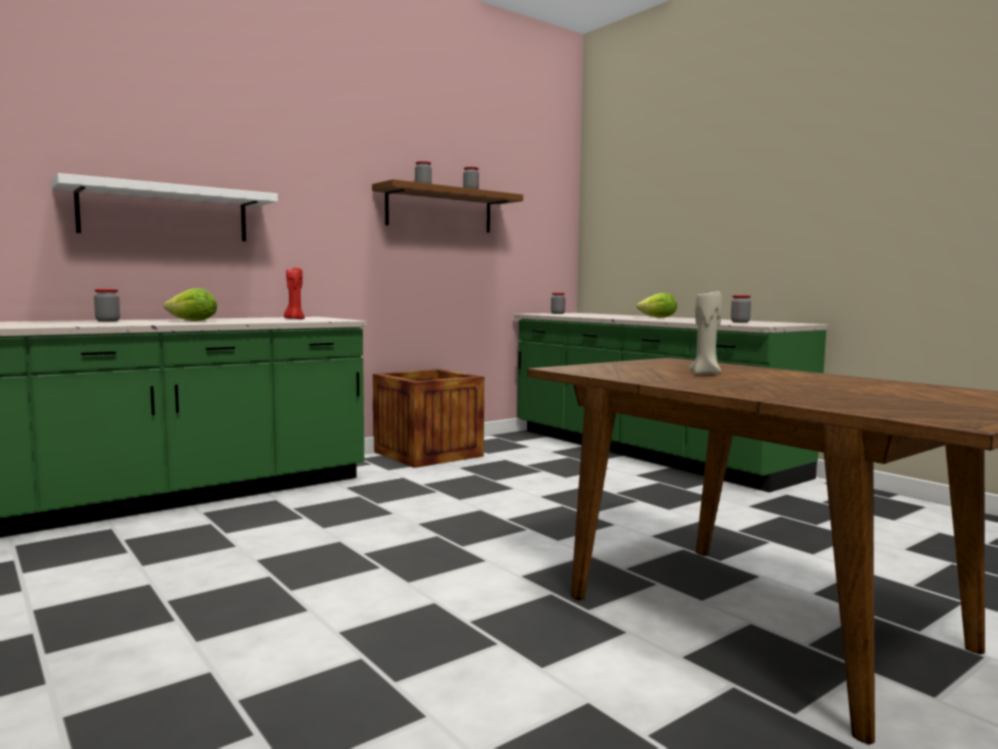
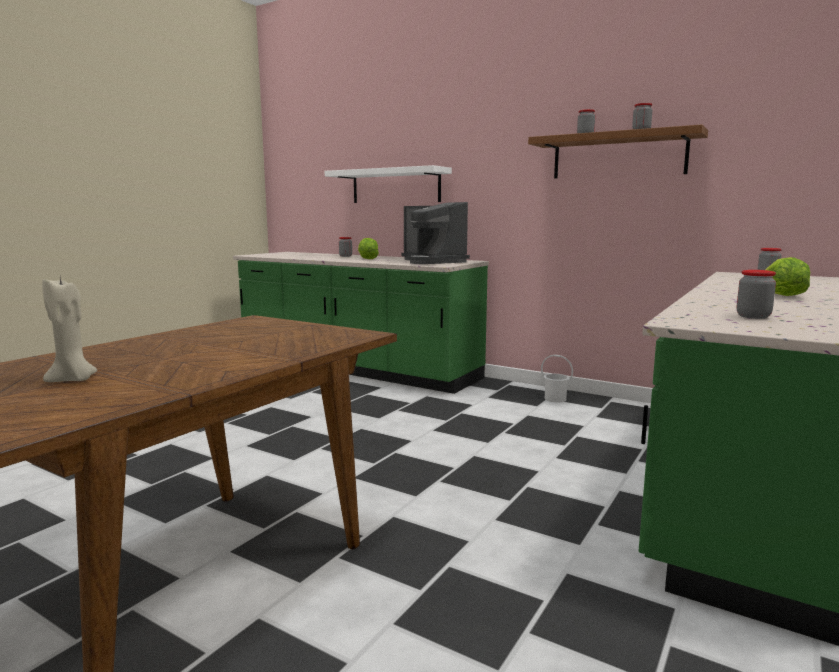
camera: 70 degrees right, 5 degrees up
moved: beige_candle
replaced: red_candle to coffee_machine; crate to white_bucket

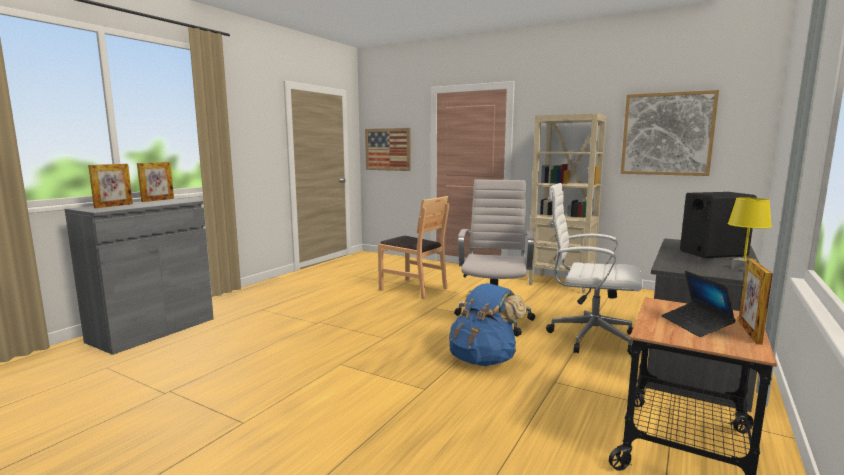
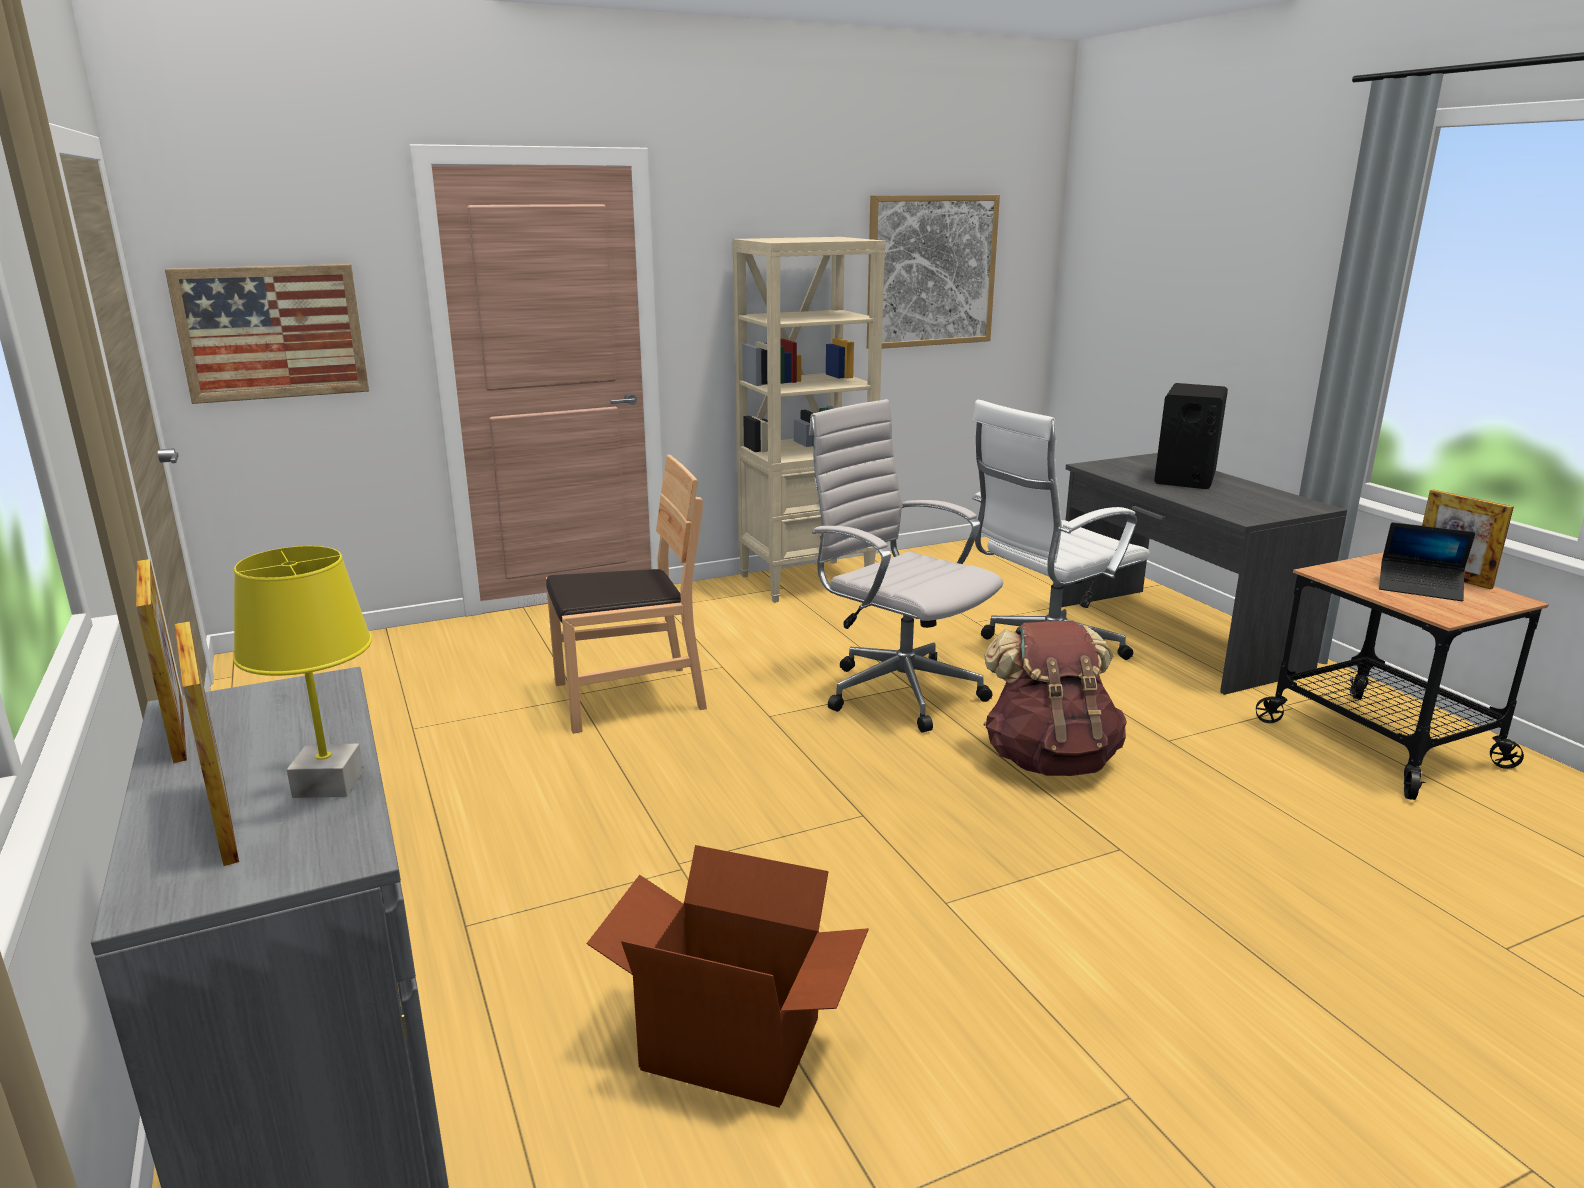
camera: 55 degrees left, 10 degrees up
added: cardboard_box
moved: yellow_table_lamp
recoloured: blue_backpack to brown_backpack

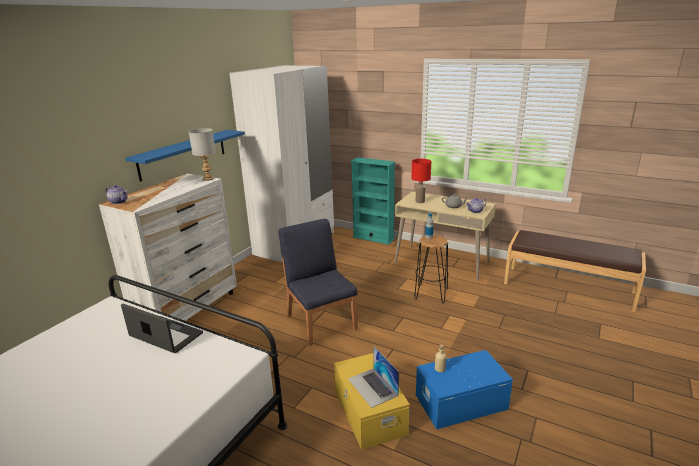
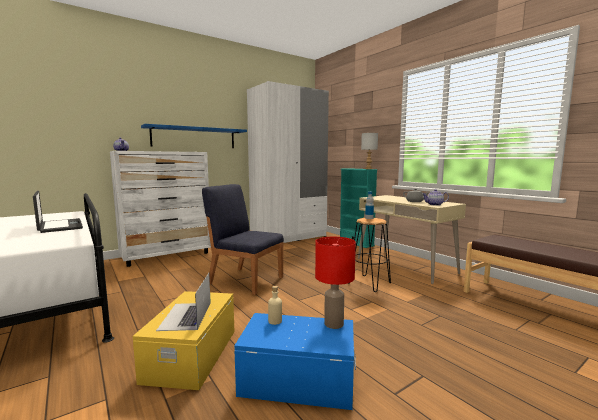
camera: 25 degrees right, 15 degrees down
moved: grey_table_lamp; red_table_lamp
turned: blue_chair 60 degrees counterclockwise

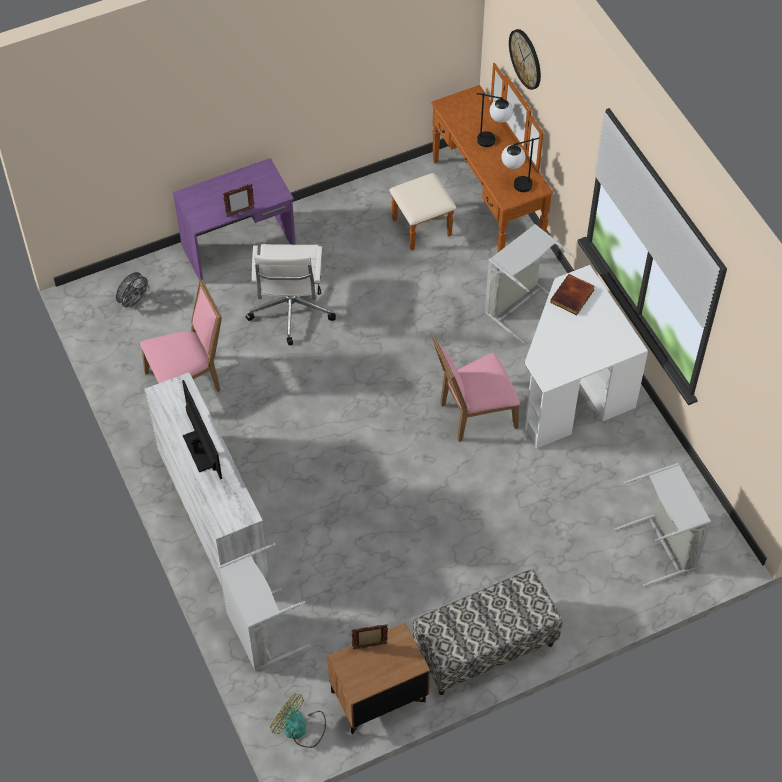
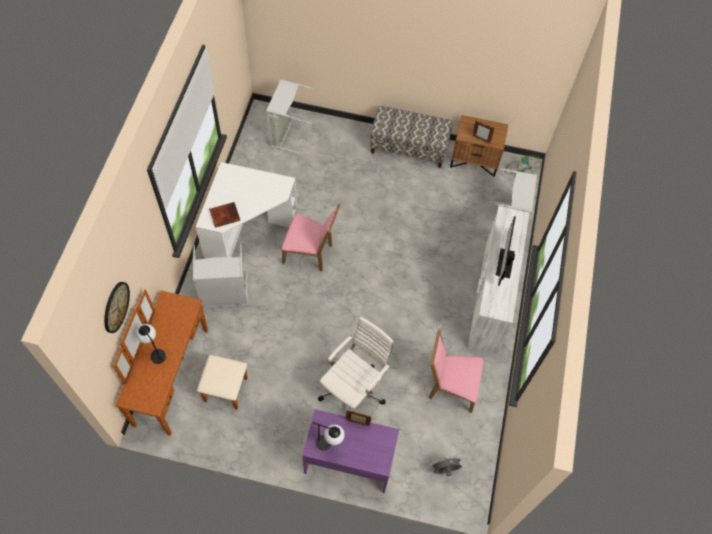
camera: 145 degrees left, 5 degrees up
moved: table_lamp (2nd from left)

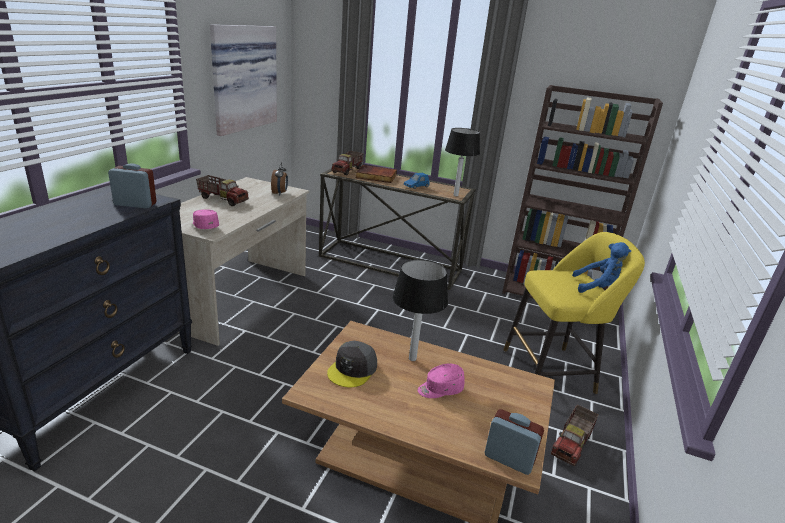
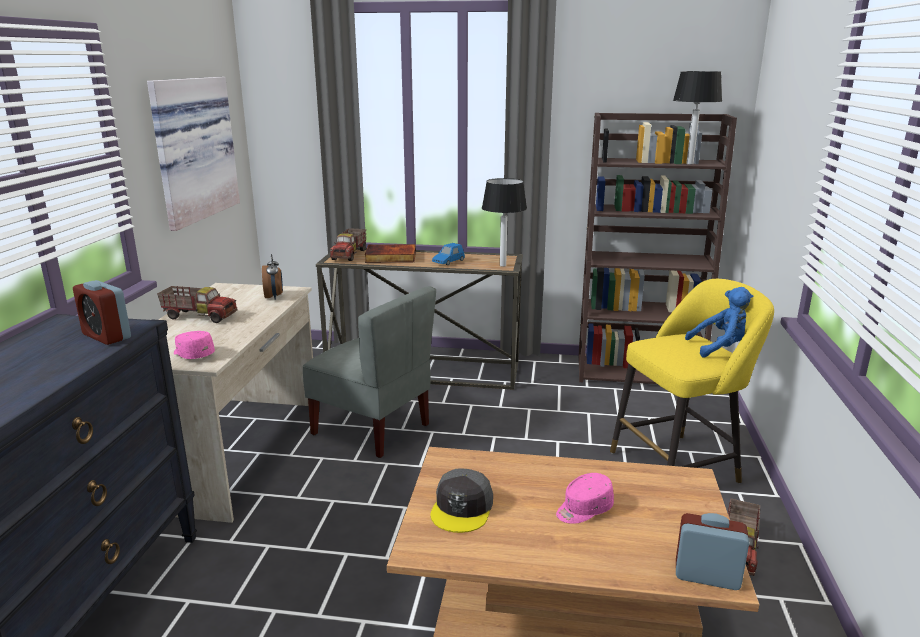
camera: 10 degrees left, 5 degrees down
added: grey_chair
moved: table_lamp (1st from left in the first image) to table_lamp (2nd from left)
turned: alarm_clock (1st from left) 135 degrees counterclockwise

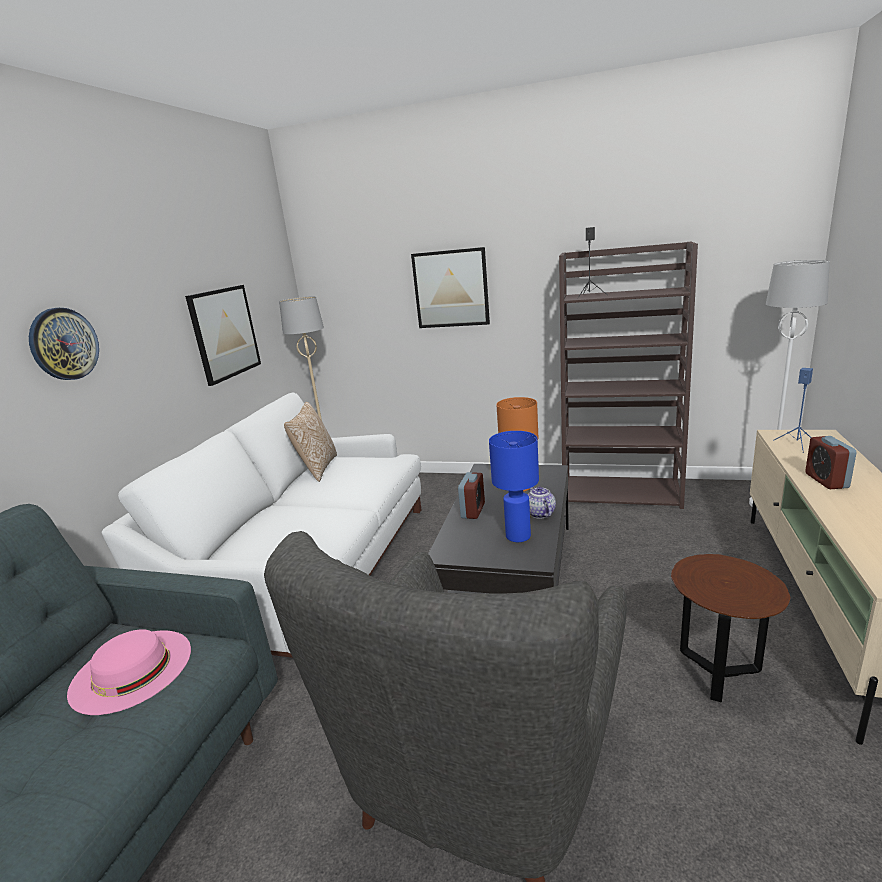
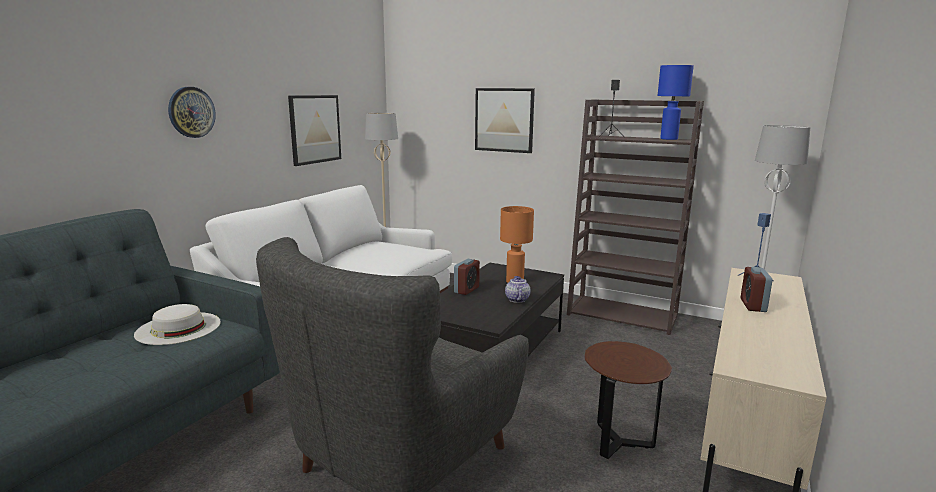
camera: 10 degrees right, 5 degrees down
removed: pillow
moved: blue_table_lamp
recoloured: pink_hat to white_hat

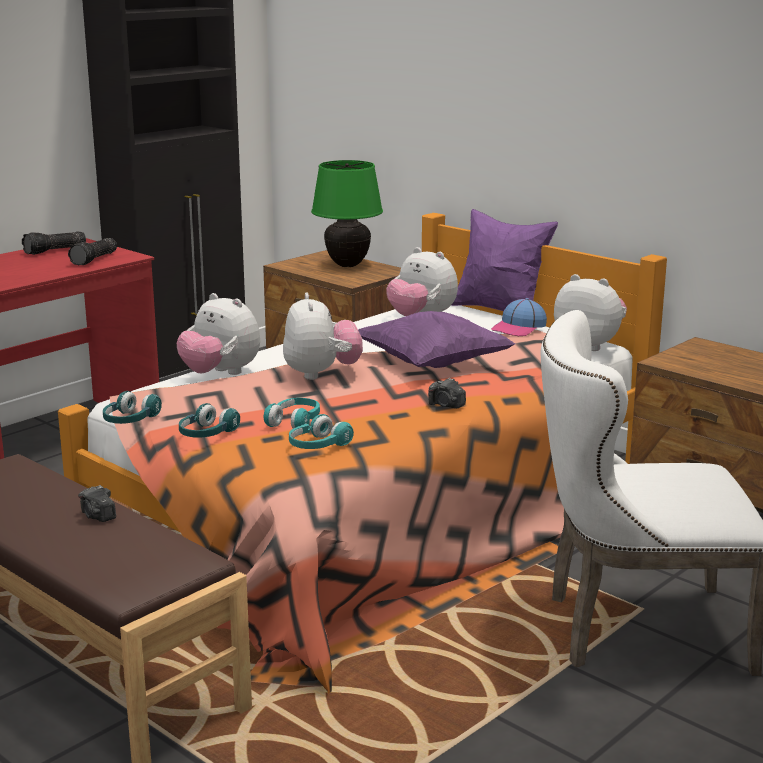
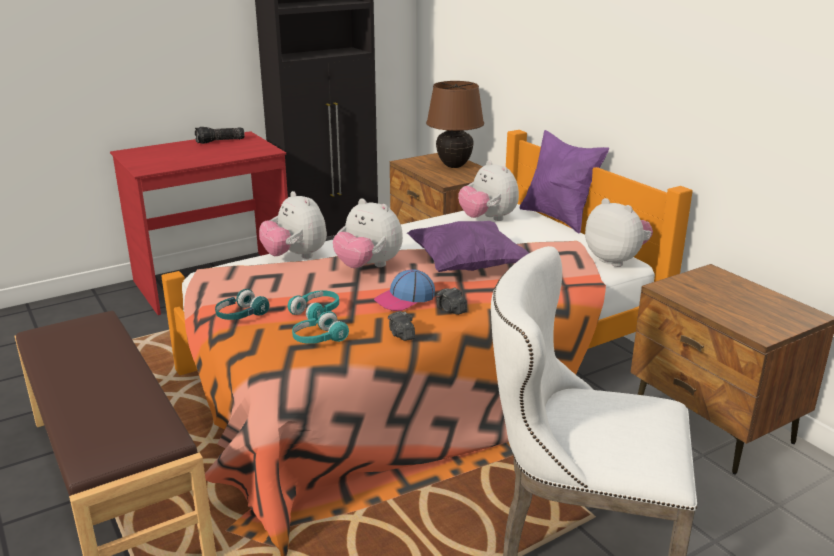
camera: 15 degrees right, 5 degrees up
removed: flashlight (2nd from left); turquoise_headphones (1st from left)
moved: cap; photo_camera (1st from left)
recoloured: green_table_lamp to brown_table_lamp
turned: plush_toy (2nd from left) 120 degrees clockwise

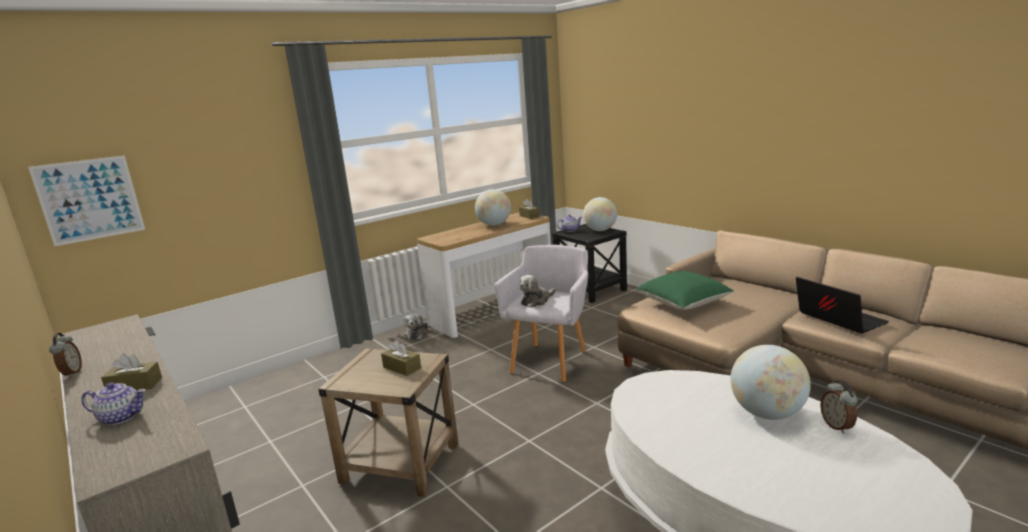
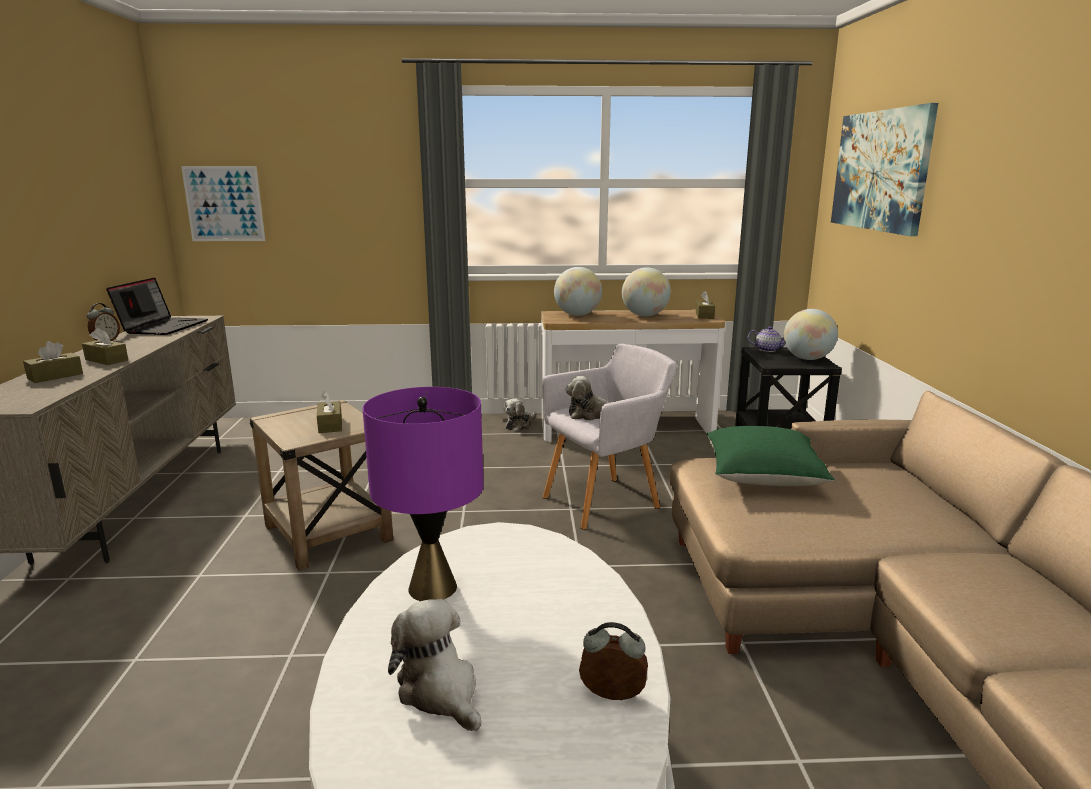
camera: 35 degrees right, 0 degrees up
added: picture (2nd from left); purple_table_lamp; plush_toy (1st from left)
moved: laptop; globe (3rd from left in the first image) to globe (1st from left)
replaced: teapot (1st from left) to brown_tissue_box (1st from left)
turned: alarm_clock (2nd from left) 75 degrees clockwise

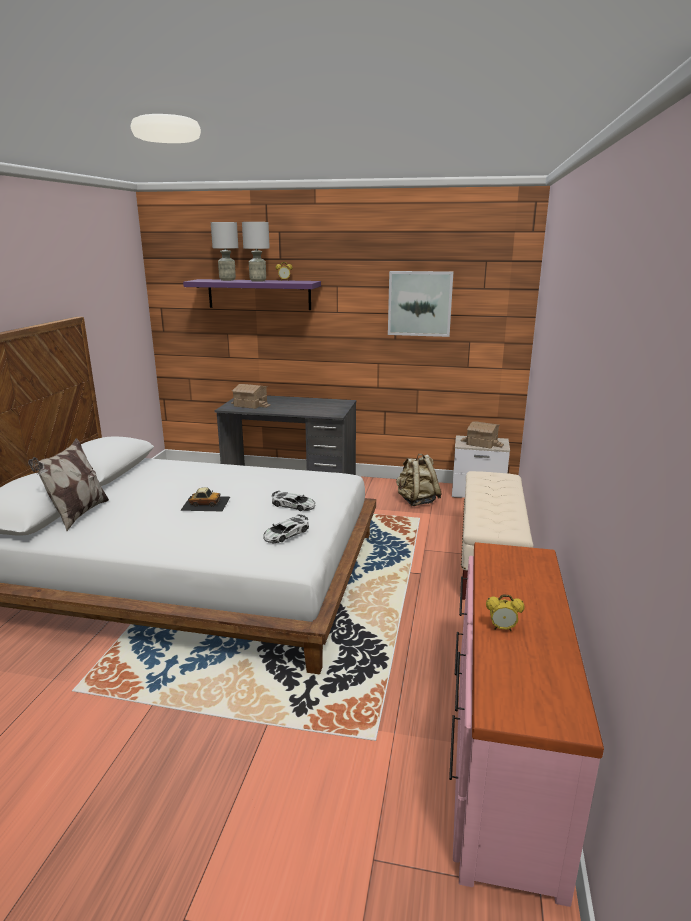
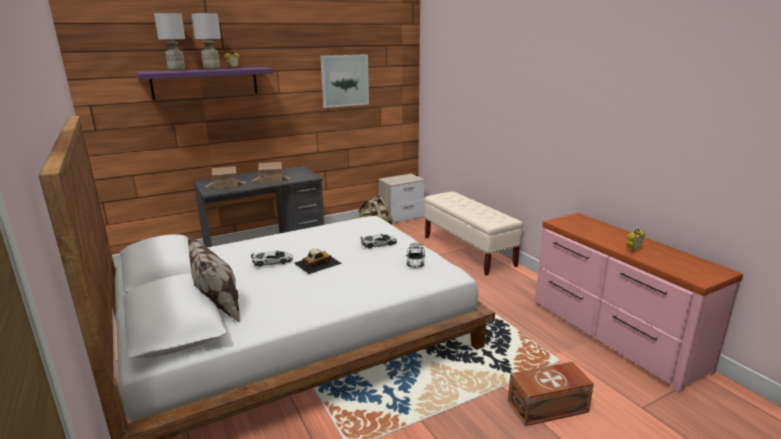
camera: 40 degrees left, 0 degrees up
added: toy_car (1st from left); brown_storage_box
moved: toy_house (2nd from left)

